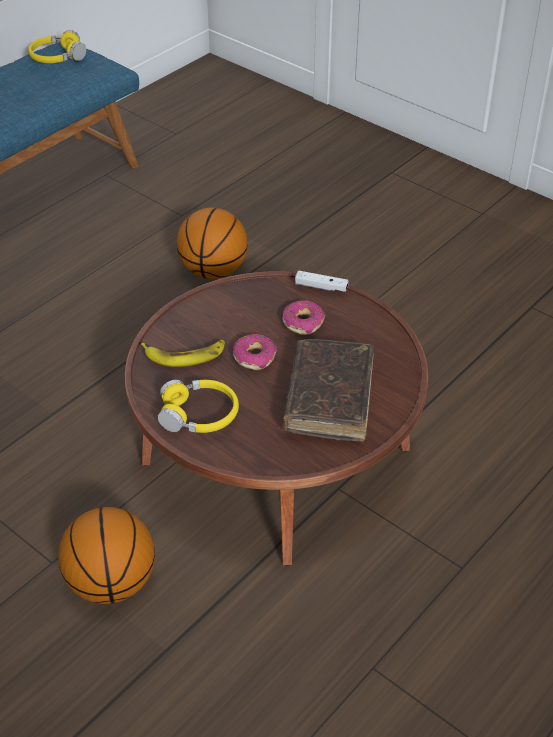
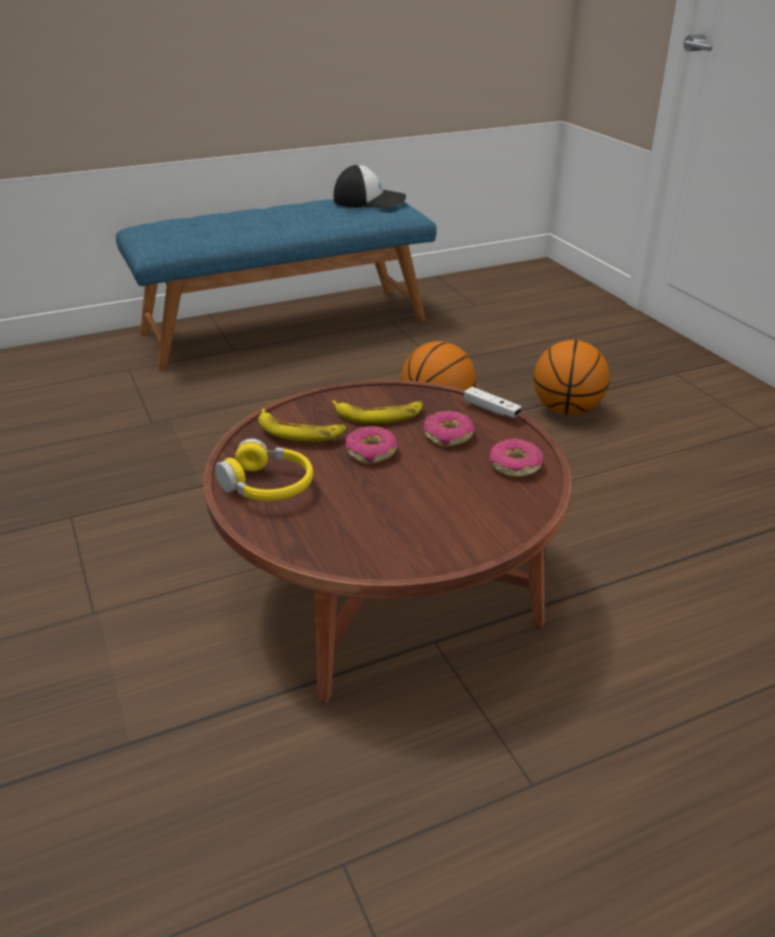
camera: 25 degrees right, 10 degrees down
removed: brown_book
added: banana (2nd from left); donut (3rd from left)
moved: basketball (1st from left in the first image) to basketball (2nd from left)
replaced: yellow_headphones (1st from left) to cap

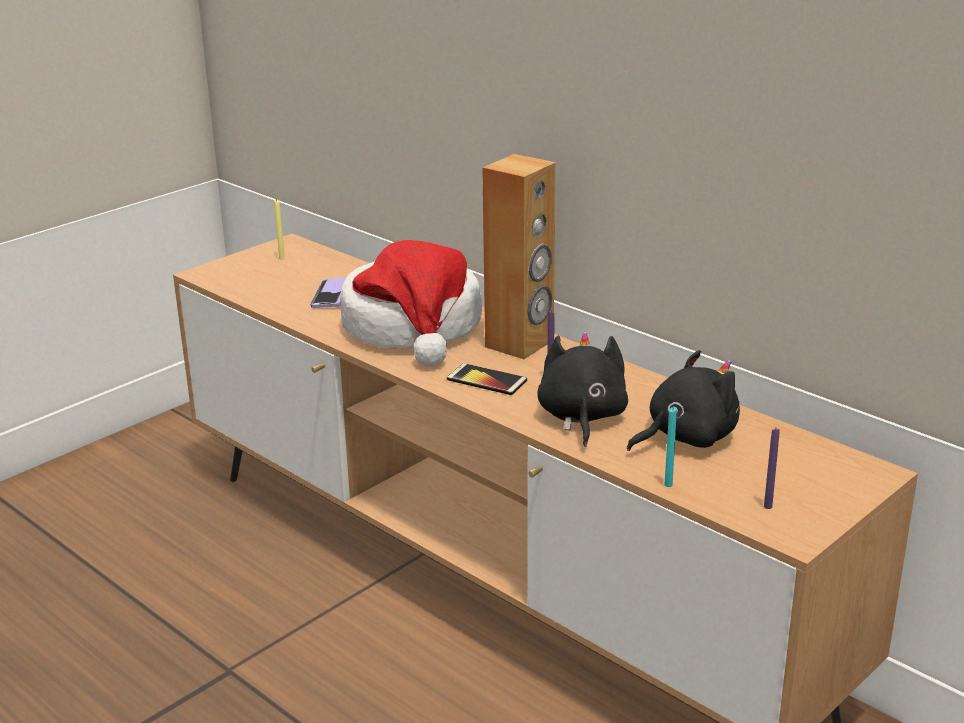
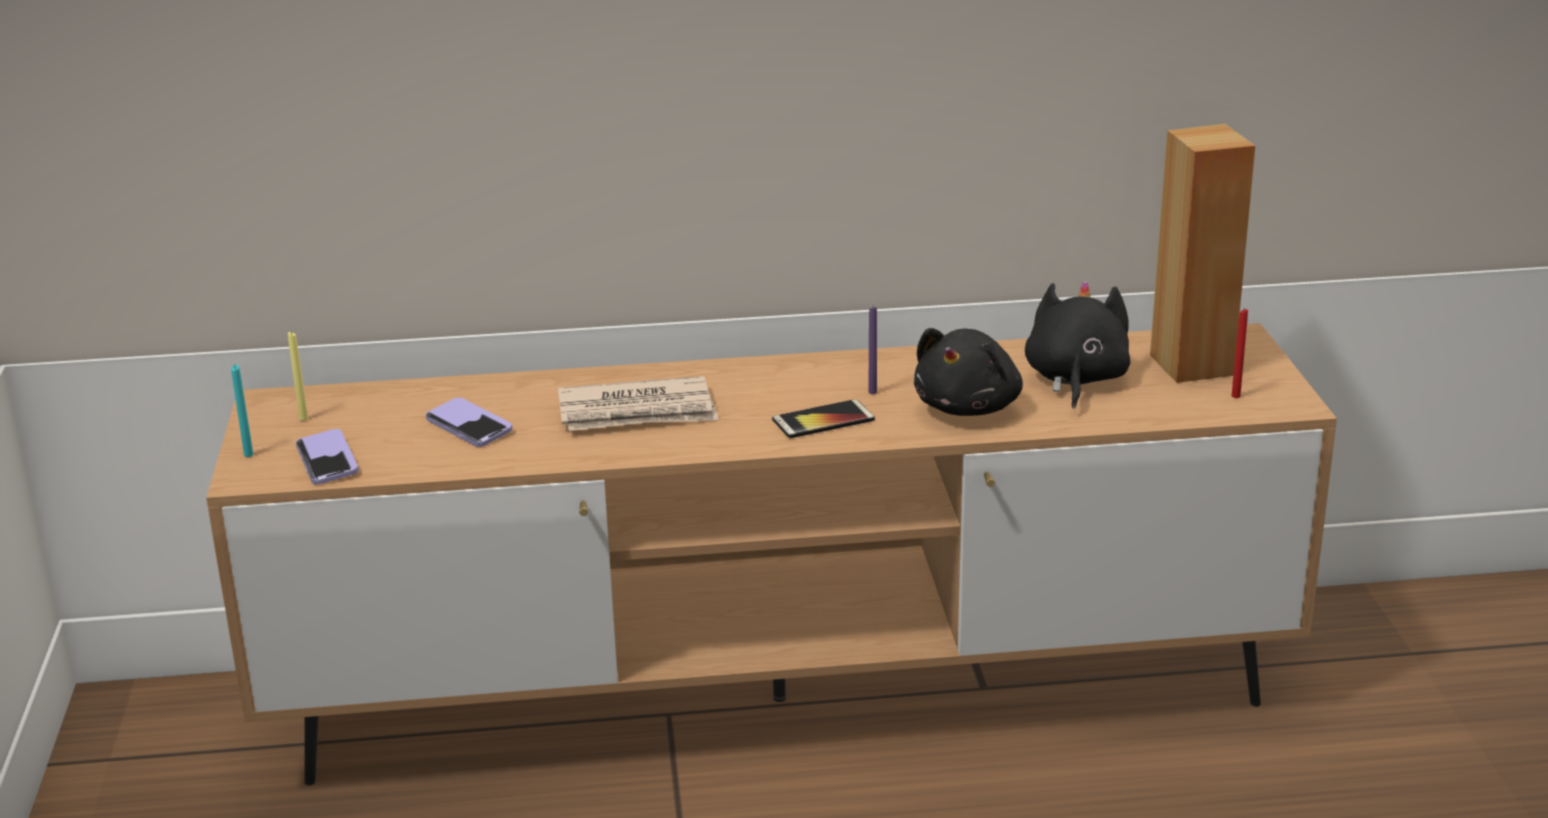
camera: 50 degrees left, 0 degrees up
added: phone (1st from left)
moved: brown_speaker; turquoise_candle
replaced: hat to newspaper
recoloured: purple_candle (2nd from left) to red_candle
turned: black_plush_toy (1st from left) 105 degrees counterclockwise

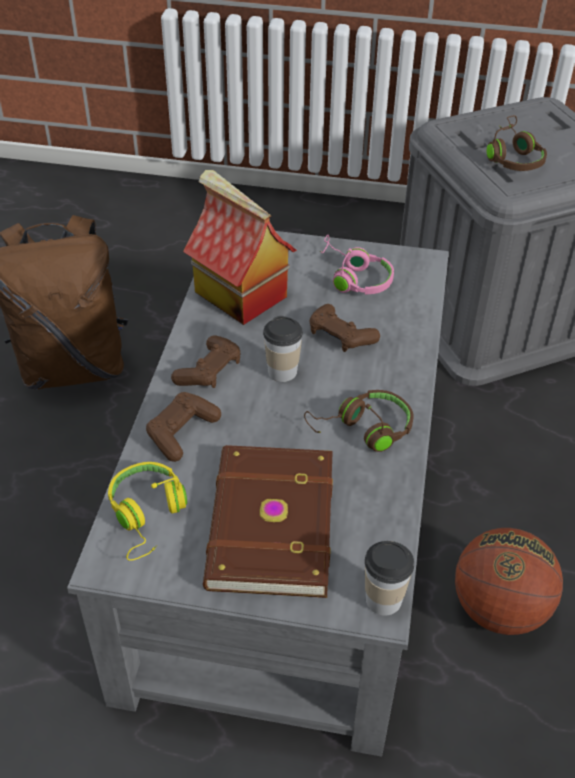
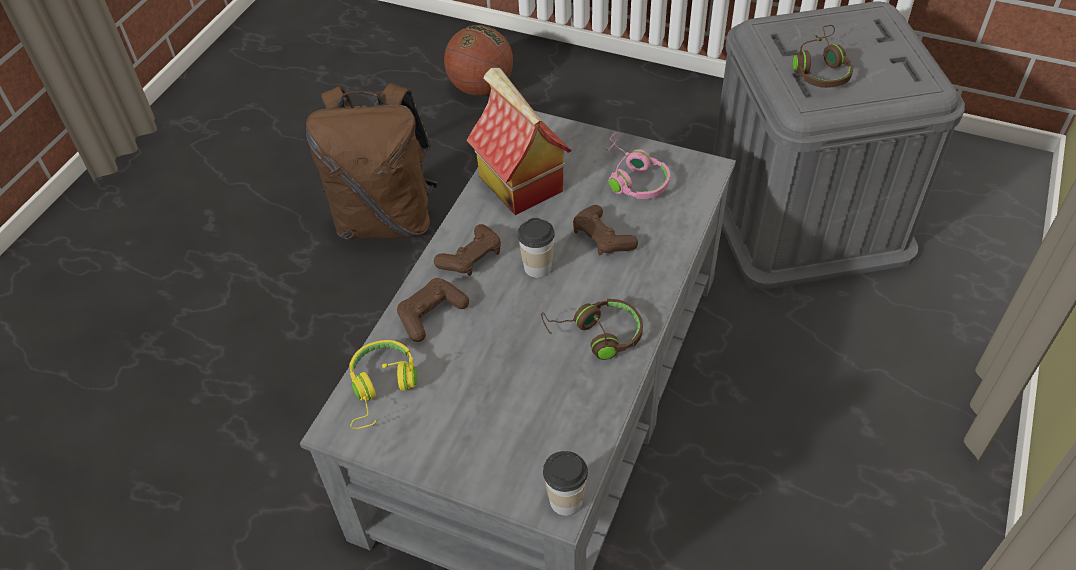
camera: 15 degrees right, 5 degrees up
removed: brown_book
moved: basketball

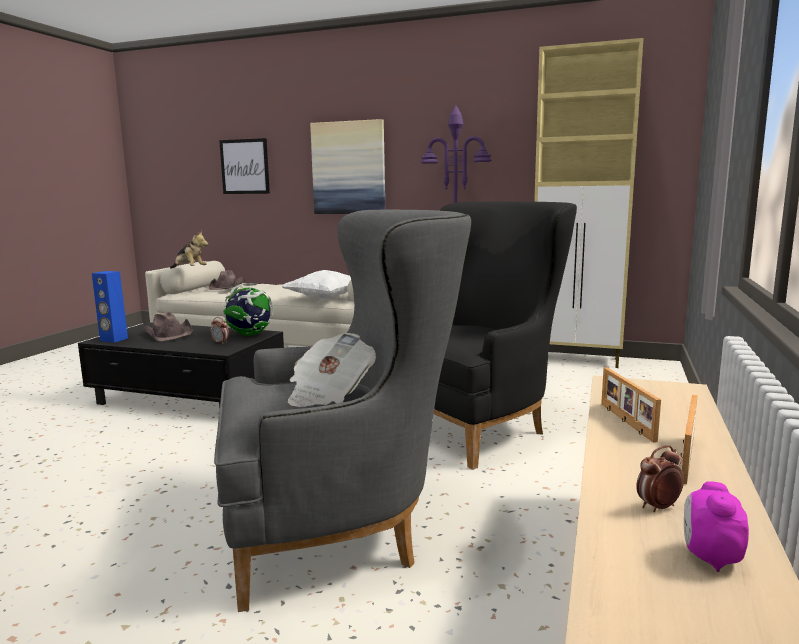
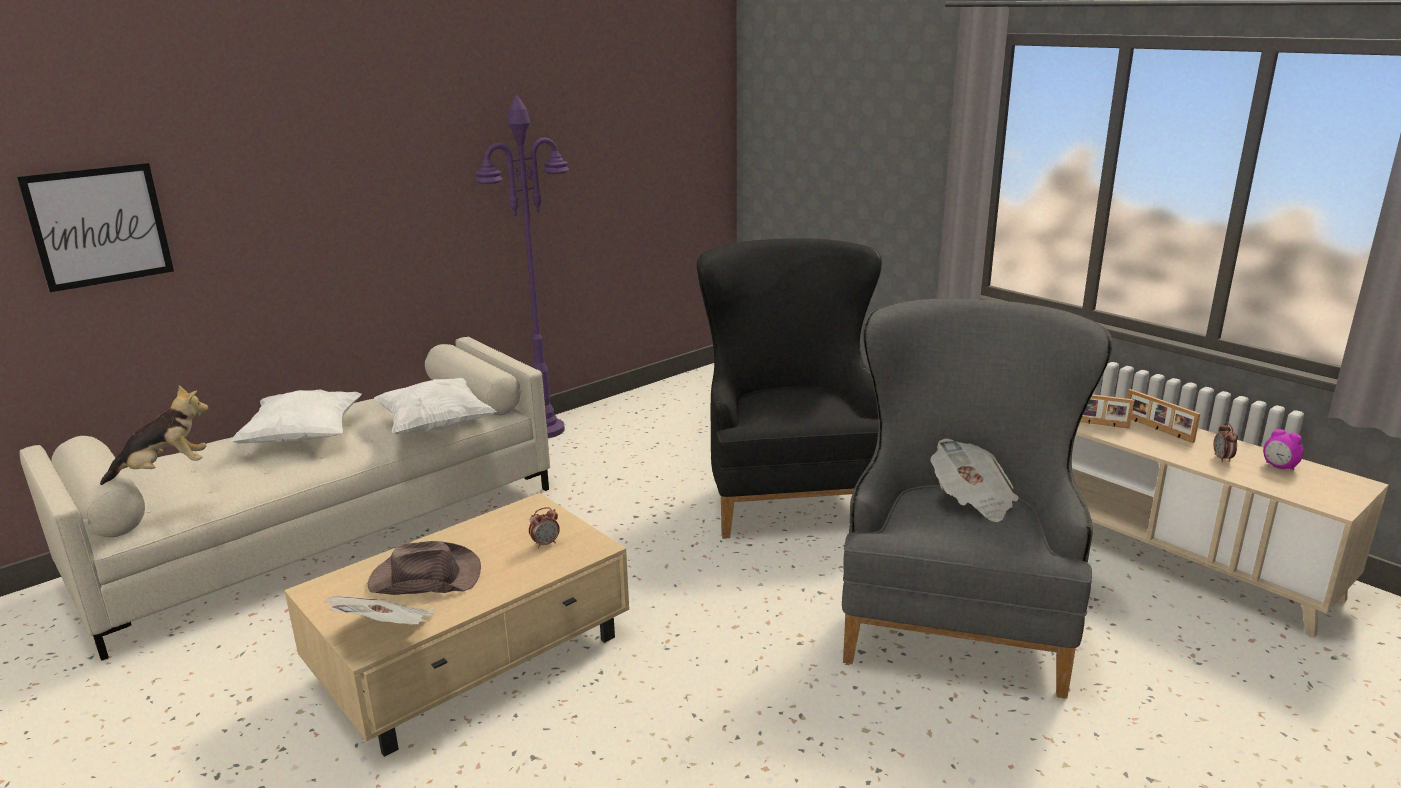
camera: 60 degrees left, 10 degrees up
removed: beige_cabinet; picture (2nd from left); brown_hat (2nd from left); globe
added: white_pillow (1st from left)
replaced: blue_speaker to newspaper (1st from left)
recoloured: black_coffee_table to beige_coffee_table

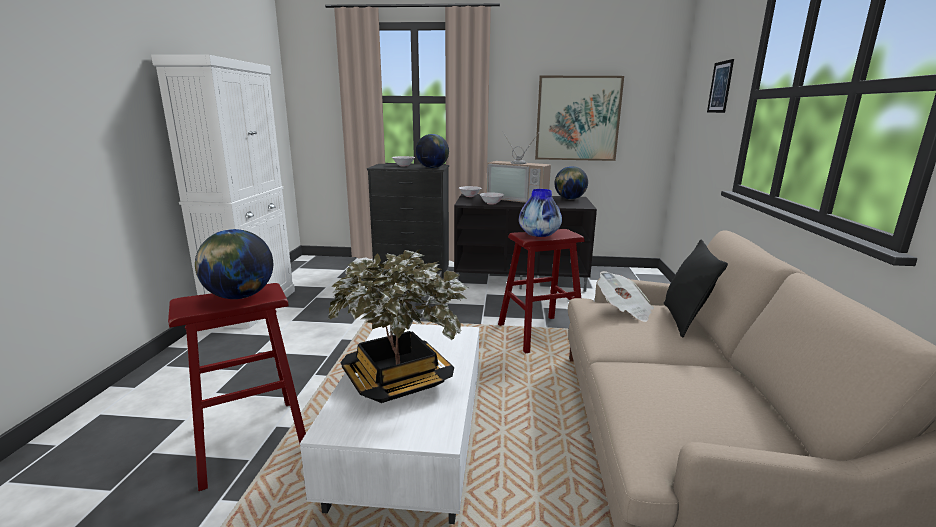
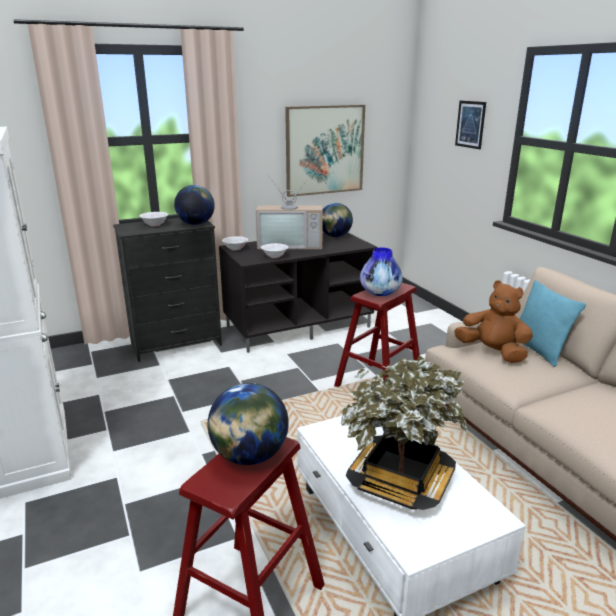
camera: 30 degrees left, 5 degrees up
replaced: newspaper to brown_plush_toy
recoloured: black_pillow to turquoise_pillow

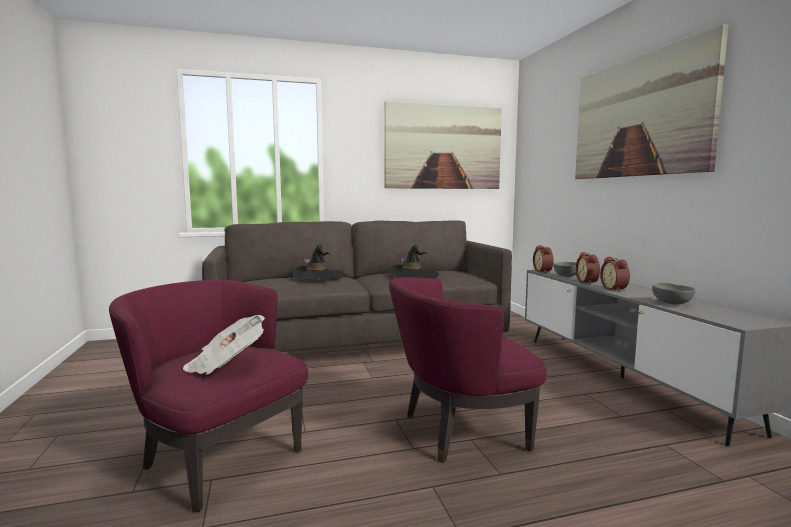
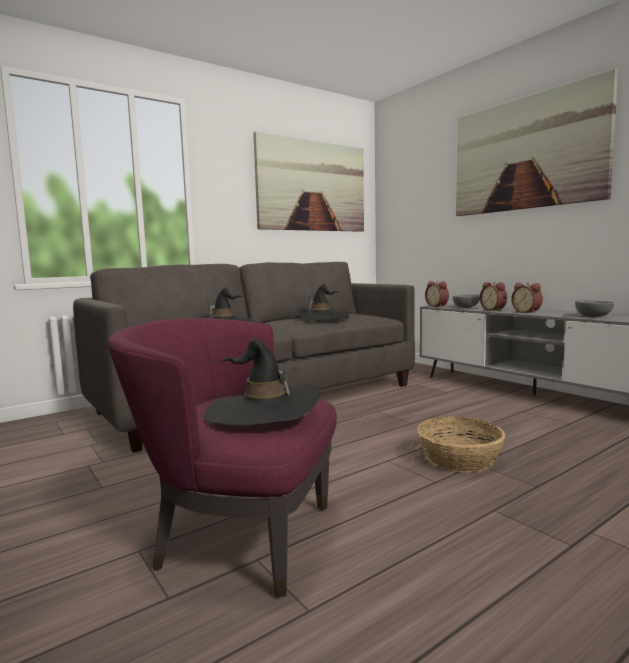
camera: 20 degrees left, 0 degrees up
replaced: purple_armchair (2nd from left) to basket; newspaper to black_hat (2nd from left)

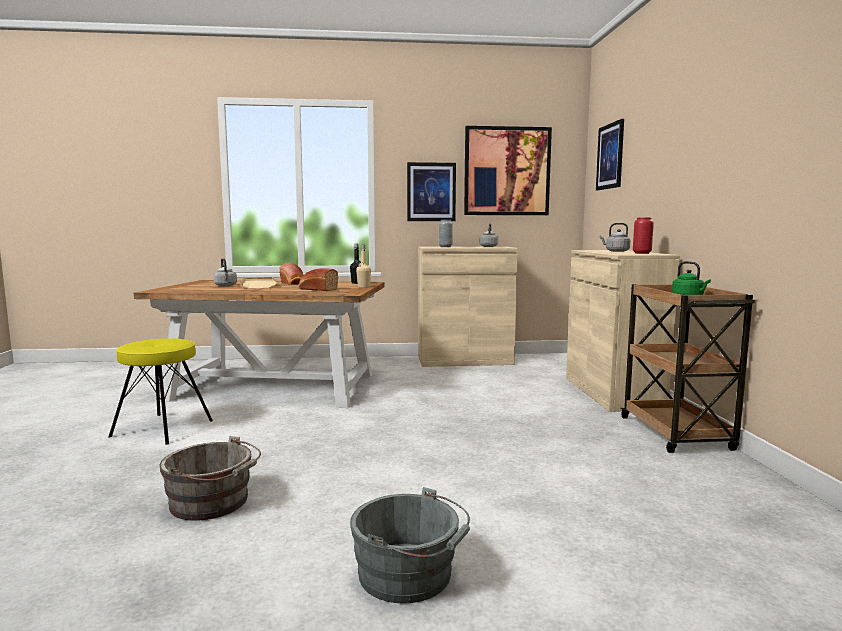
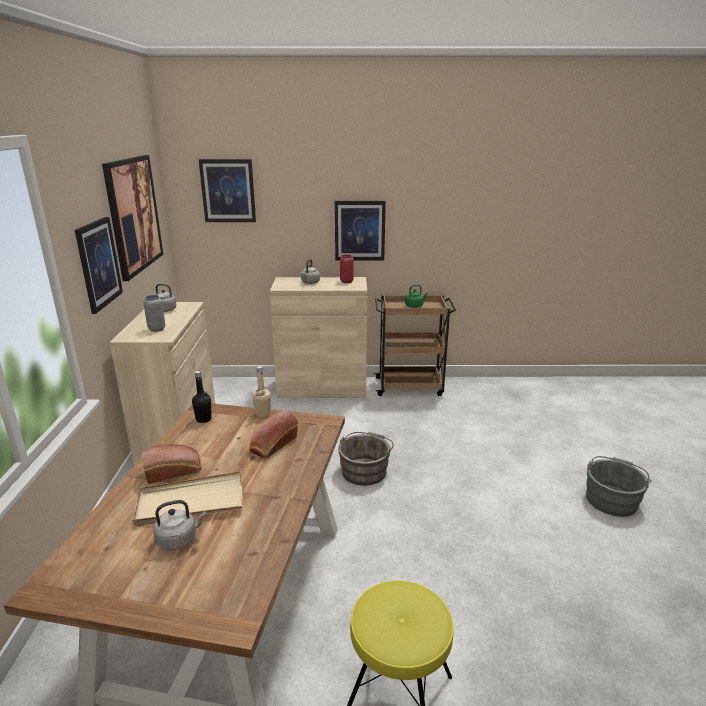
camera: 85 degrees left, 15 degrees up
added: picture (4th from left)
moved: grey_bucket (1st from left)

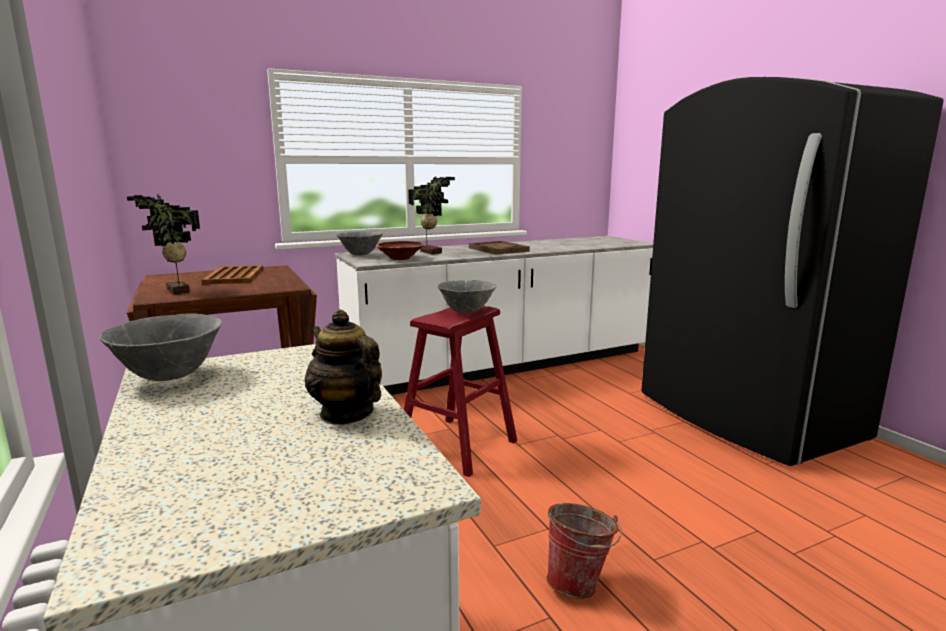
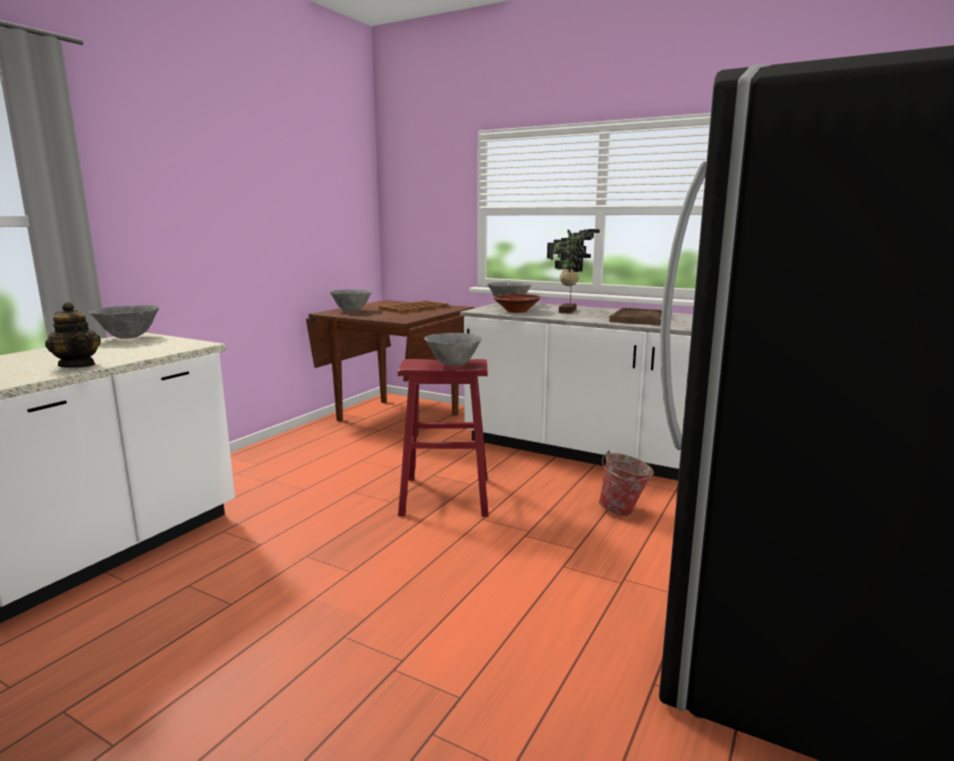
camera: 55 degrees right, 0 degrees up
moved: bucket
replaced: potted_plant (1st from left) to grey_bowl (2nd from left)
turned: teapot 120 degrees clockwise

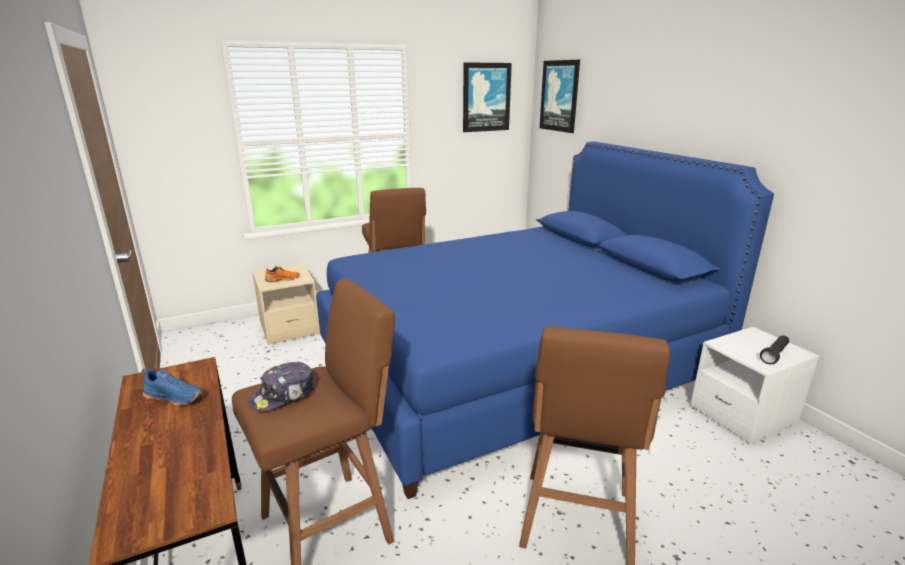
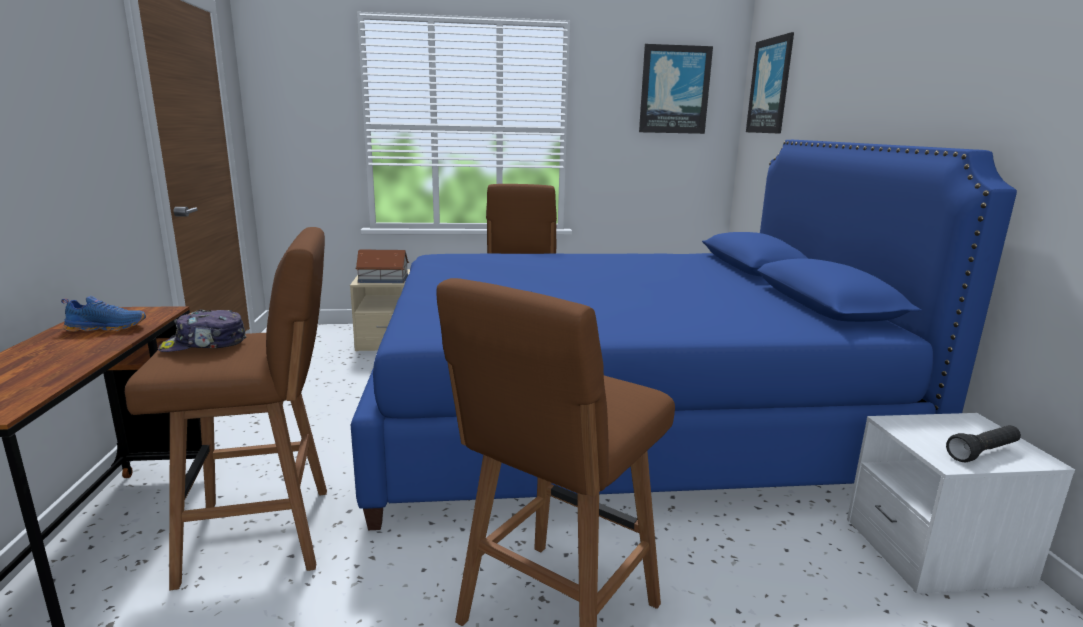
camera: 20 degrees right, 5 degrees down
replaced: orange_shoe to toy_house
turned: blue_shoe 45 degrees counterclockwise

